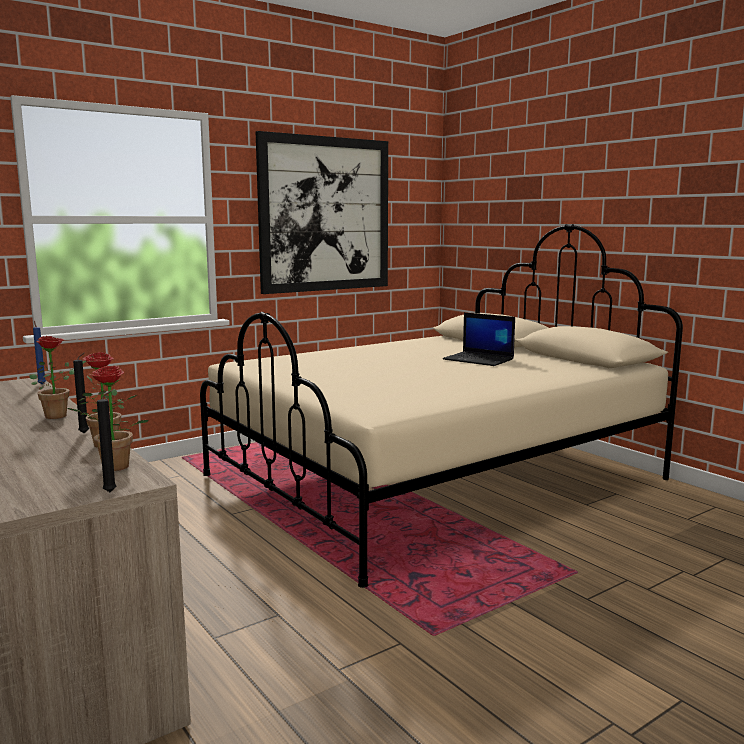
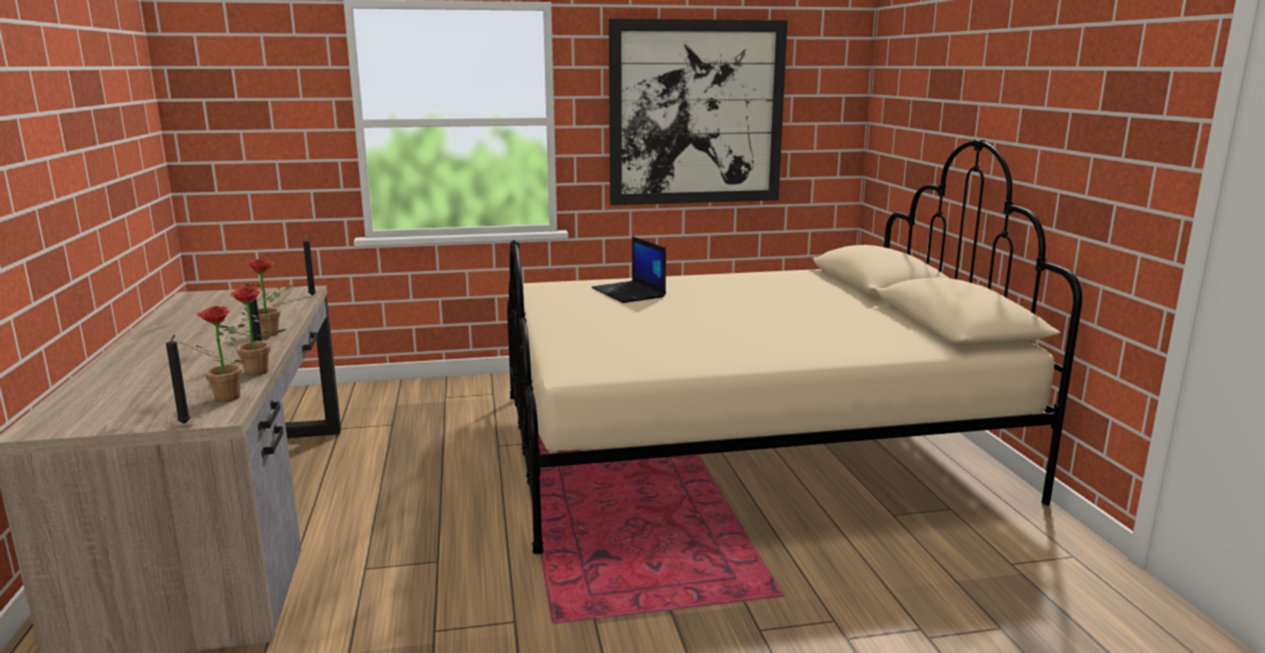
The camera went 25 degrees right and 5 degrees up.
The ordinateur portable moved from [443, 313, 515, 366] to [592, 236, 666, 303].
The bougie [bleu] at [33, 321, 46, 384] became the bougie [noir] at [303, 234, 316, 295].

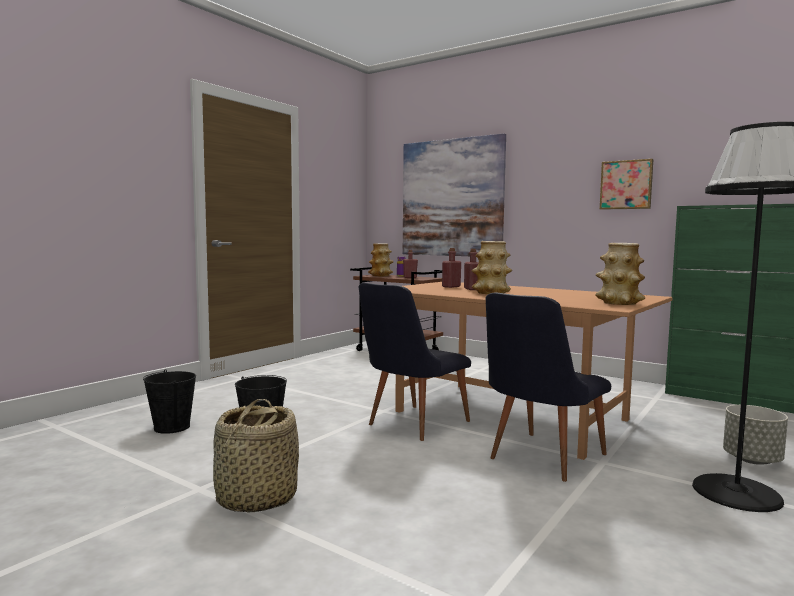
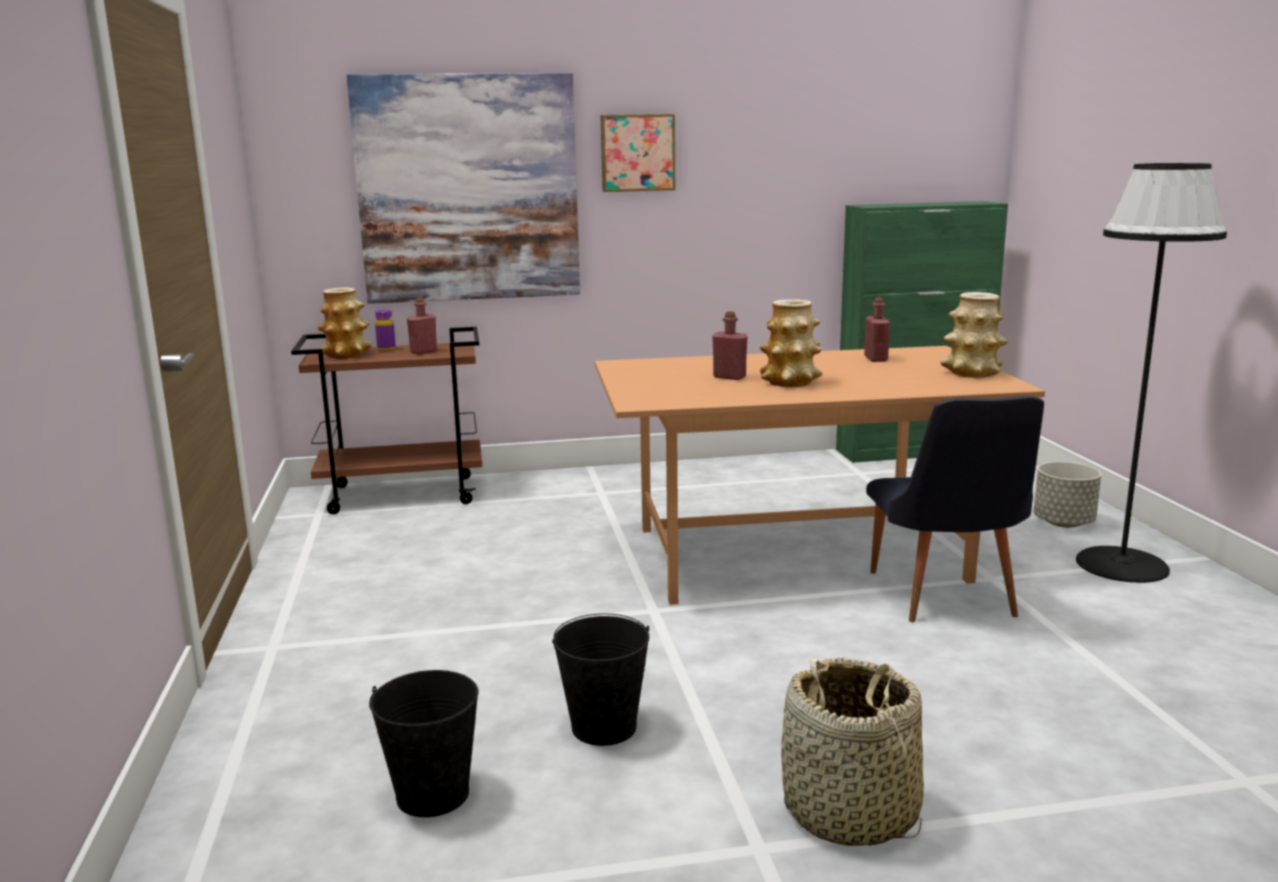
The camera went 45 degrees left and 10 degrees up.
The tableau moved from [600, 159, 653, 210] to [600, 114, 675, 192].
The bouteille [rouge] moved from [442, 248, 461, 288] to [864, 297, 890, 362].
The chaise [noir] at [359, 282, 471, 441] disappeared.

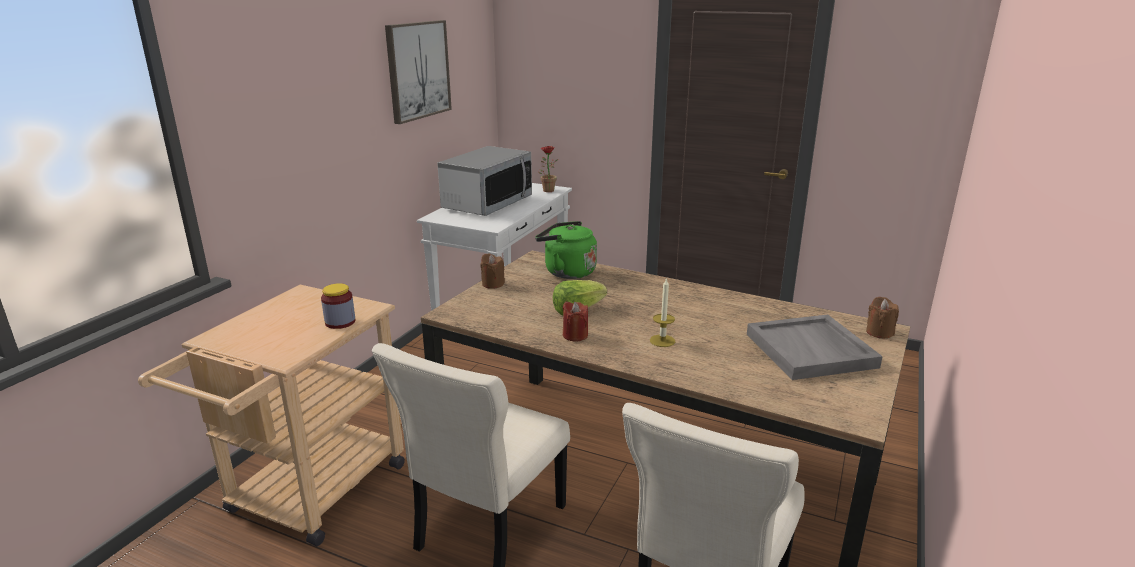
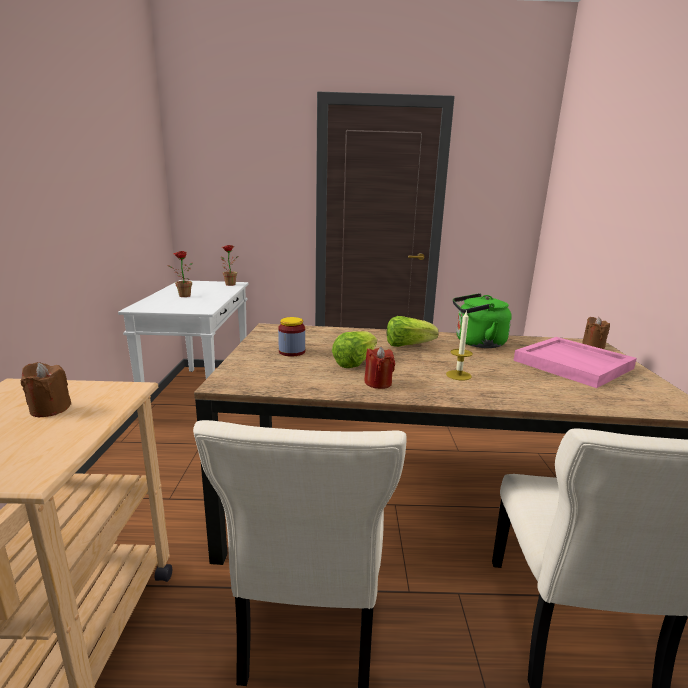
The camera went 25 degrees left and 5 degrees down.
The tableau at [385, 20, 452, 124] disappeared.
The micro-ondes at [437, 146, 532, 216] was replaced by the plante en pot at [167, 251, 193, 297].
The bouilloire [vert] moved from [535, 221, 597, 279] to [453, 293, 512, 348].
The bougie [marron] moved from [480, 253, 505, 289] to [20, 362, 71, 417].
The bocal moved from [321, 283, 355, 329] to [278, 317, 305, 357].
The plateau [gris] at [747, 314, 883, 380] became the plateau [rose] at [514, 337, 637, 388].
The laitue at [387, 316, 439, 347] appeared.

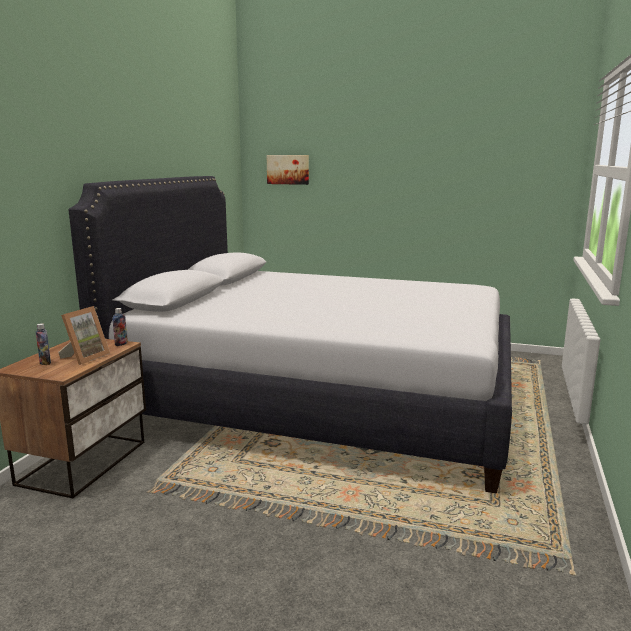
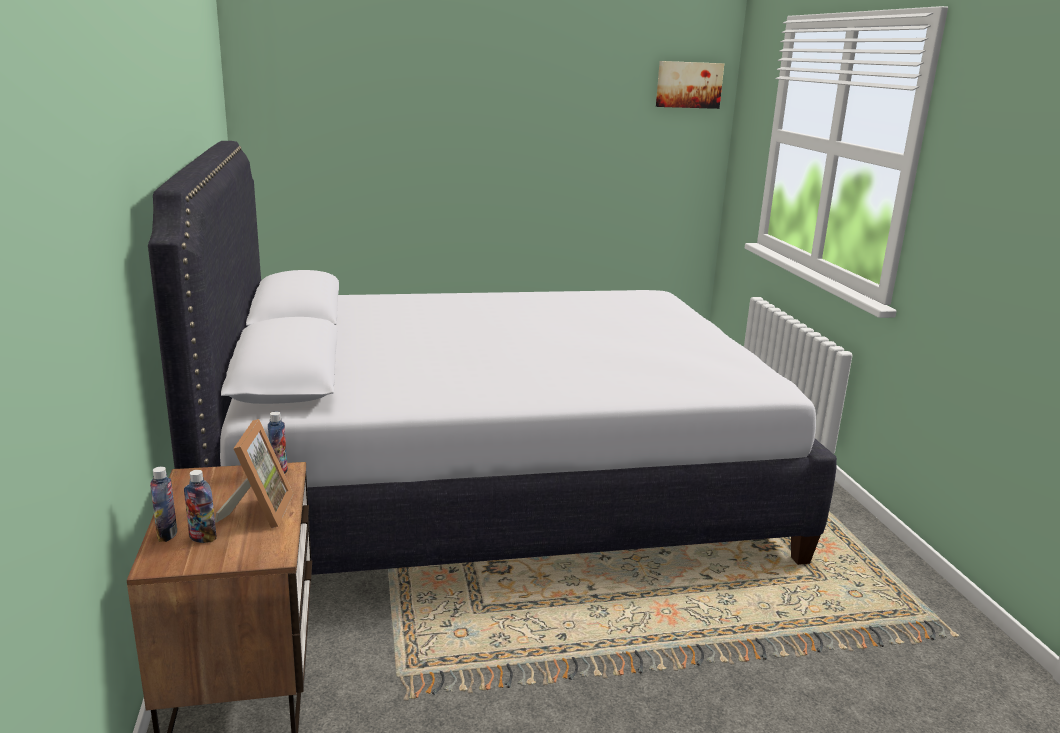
The camera went 30 degrees left and 5 degrees up.
The tableau moved from [267, 155, 309, 185] to [656, 61, 724, 109].
The bouteille at [150, 467, 177, 542] appeared.

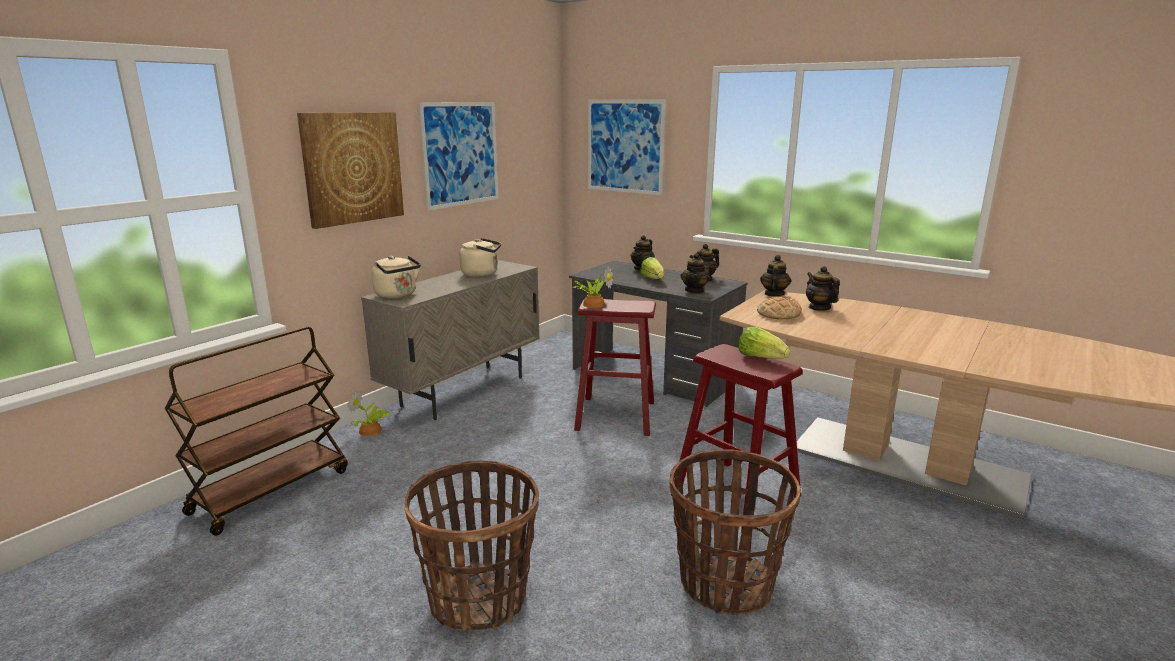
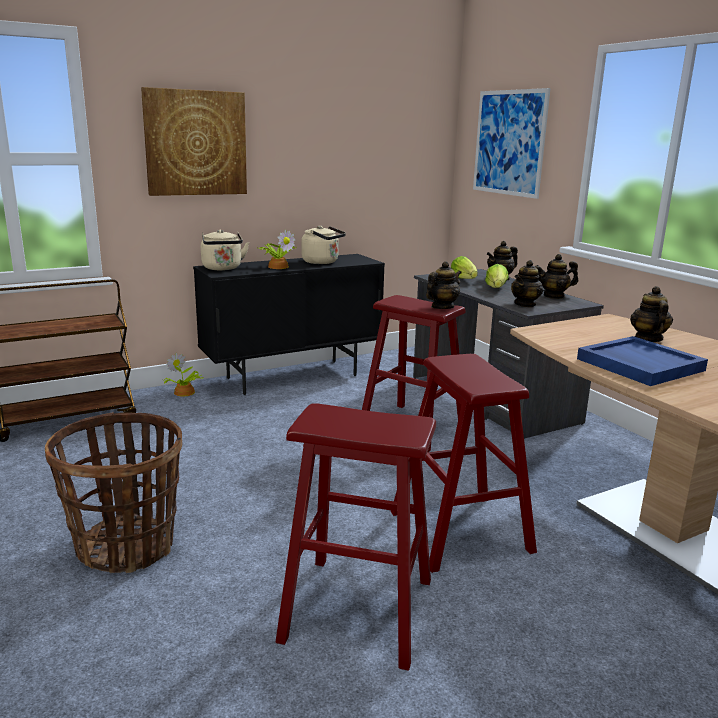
The camera went 25 degrees right and 0 degrees up.
The tableau at [418, 102, 499, 211] disappeared.
The théière moved from [760, 255, 791, 296] to [426, 261, 461, 309].
The meuble de rangement [beige] at [361, 260, 539, 420] became the meuble de rangement [noir] at [193, 254, 385, 395].
The plante en pot moved from [572, 266, 613, 308] to [260, 229, 295, 269].
The pain at [757, 297, 802, 319] disappeared.
The laitue moved from [738, 327, 790, 359] to [451, 256, 478, 279].
The panier at [670, 449, 801, 615] was replaced by the tabouret [rouge] at [276, 403, 436, 671].
The plateau [bleu] at [577, 336, 708, 386] appeared.

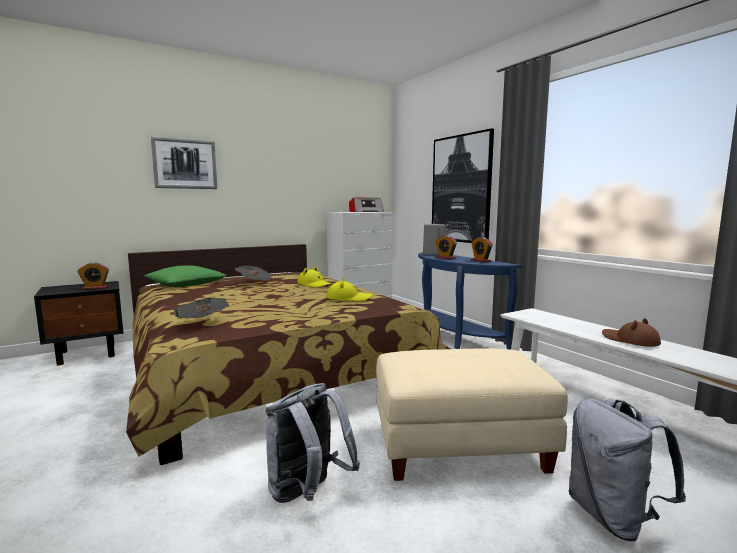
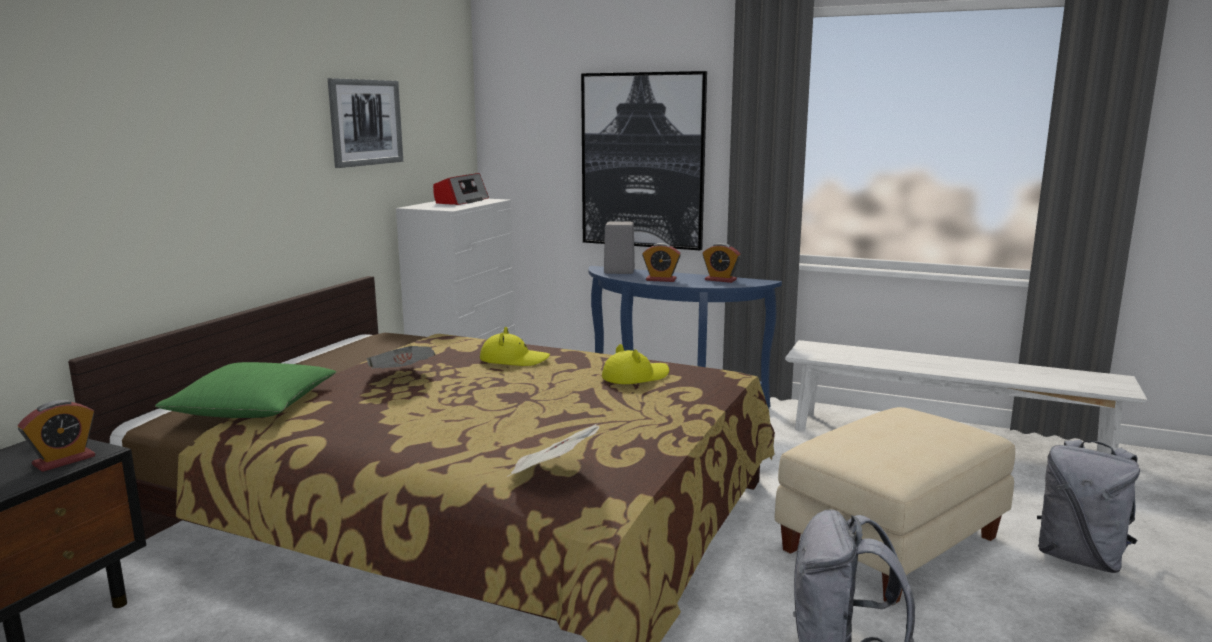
The camera went 35 degrees left and 5 degrees up.
The tableau moved from [151, 137, 217, 189] to [328, 78, 403, 168].
The chapeau [marron] at [602, 318, 661, 347] disappeared.

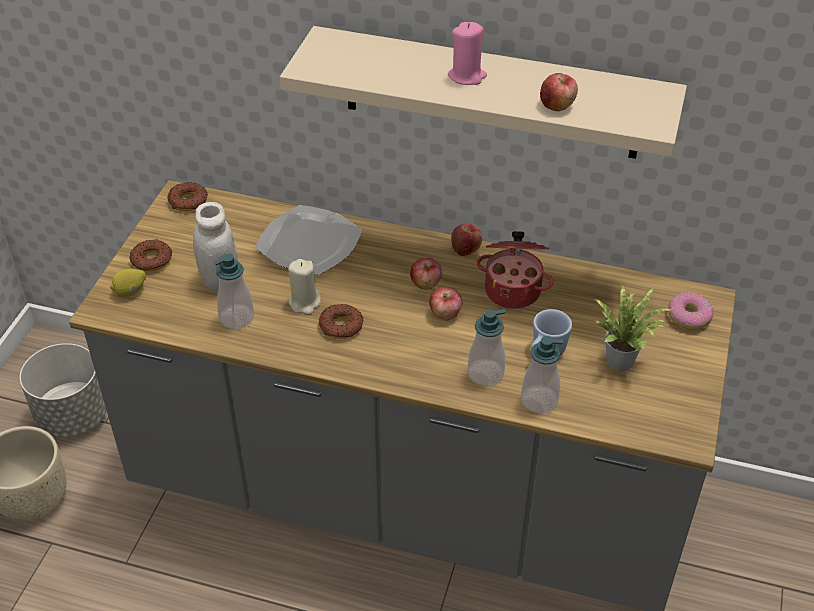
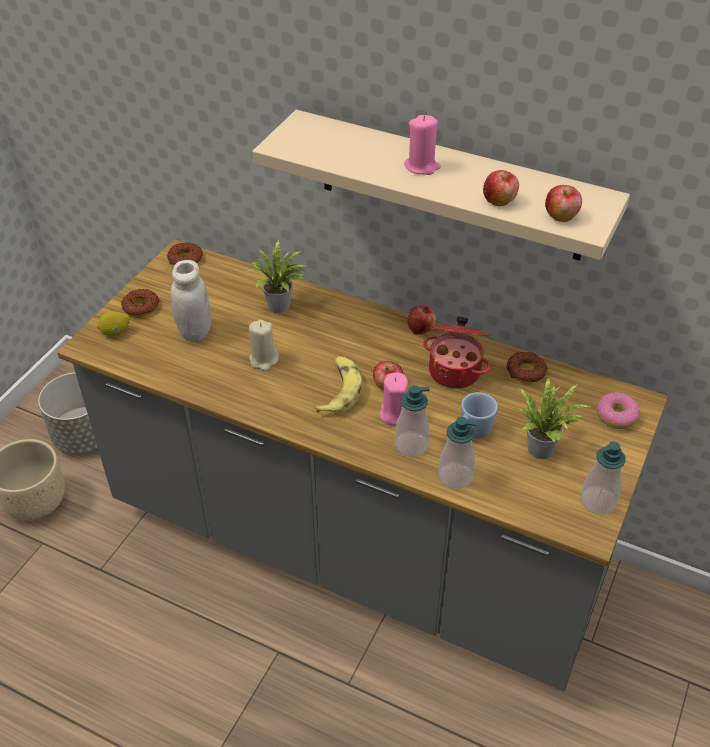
The camera went 10 degrees right and 0 degrees up.
The assiette at [255, 205, 362, 275] was replaced by the plante en pot at [247, 239, 310, 313].
The distributeur de savon moved from [214, 254, 254, 329] to [581, 441, 626, 514].
The pomme moved from [410, 258, 442, 289] to [545, 185, 582, 222].
The beignet moved from [319, 304, 364, 339] to [507, 352, 547, 383].
The banane at [315, 356, 362, 413] appeared.
The bougie [rose] at [379, 372, 408, 426] appeared.

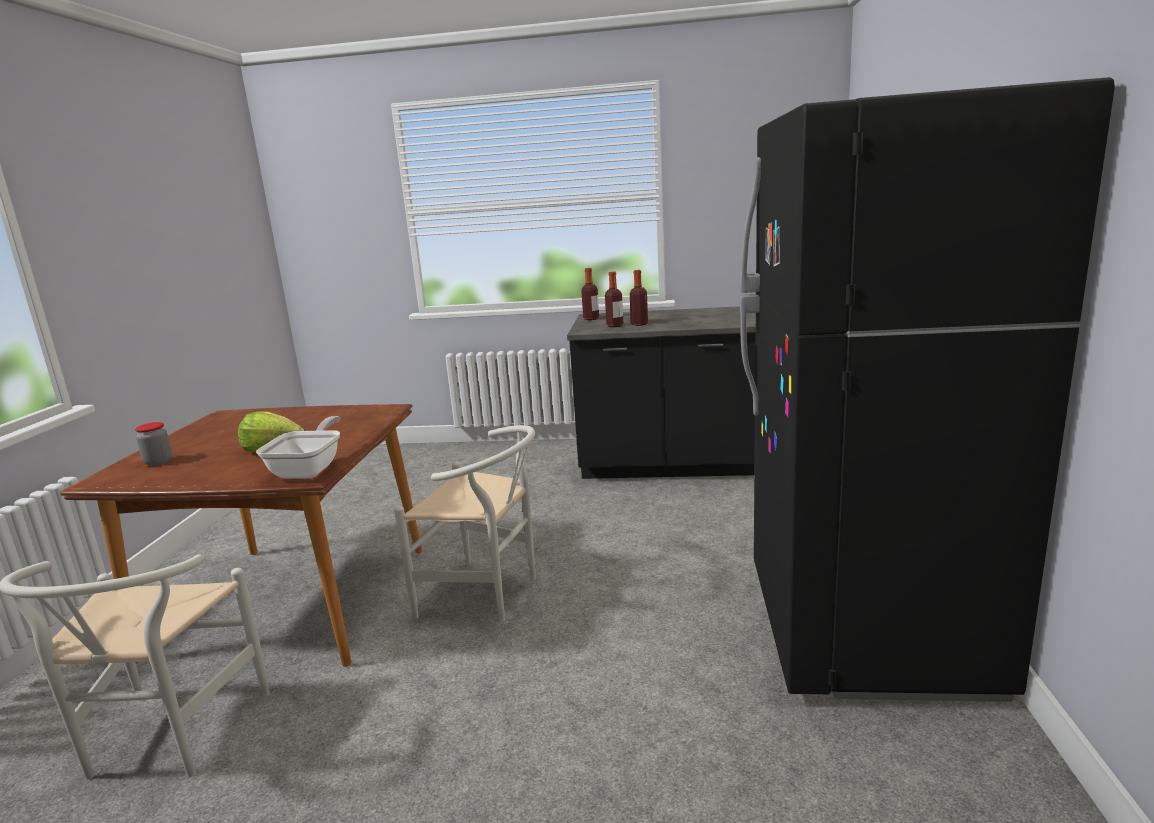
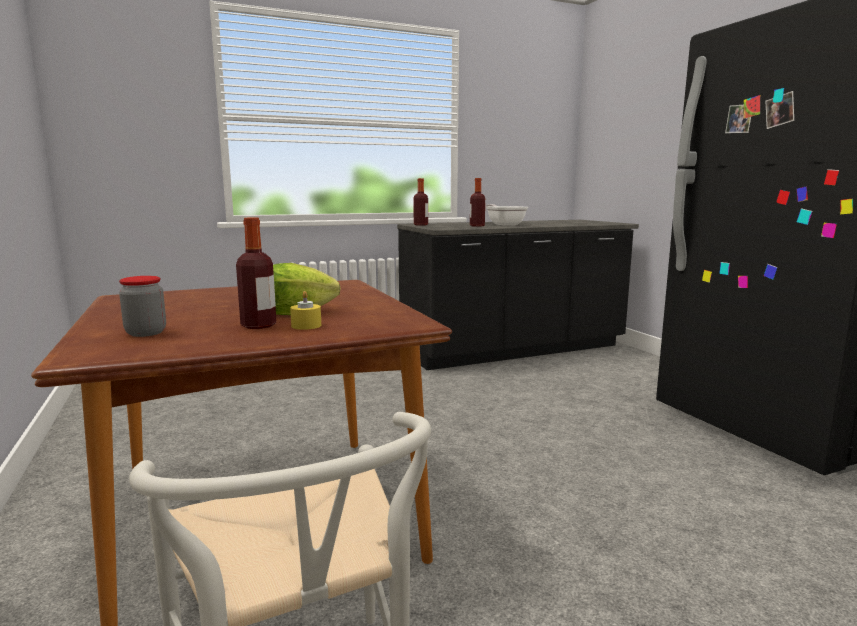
The camera went 30 degrees left and 5 degrees down.
The bouteille moved from [605, 271, 623, 327] to [236, 217, 276, 329].
The poêle moved from [256, 416, 340, 479] to [486, 204, 528, 225].
The chaise [blanc] at [394, 425, 536, 622] disappeared.
The bougie [jaune] at [290, 291, 321, 330] appeared.

